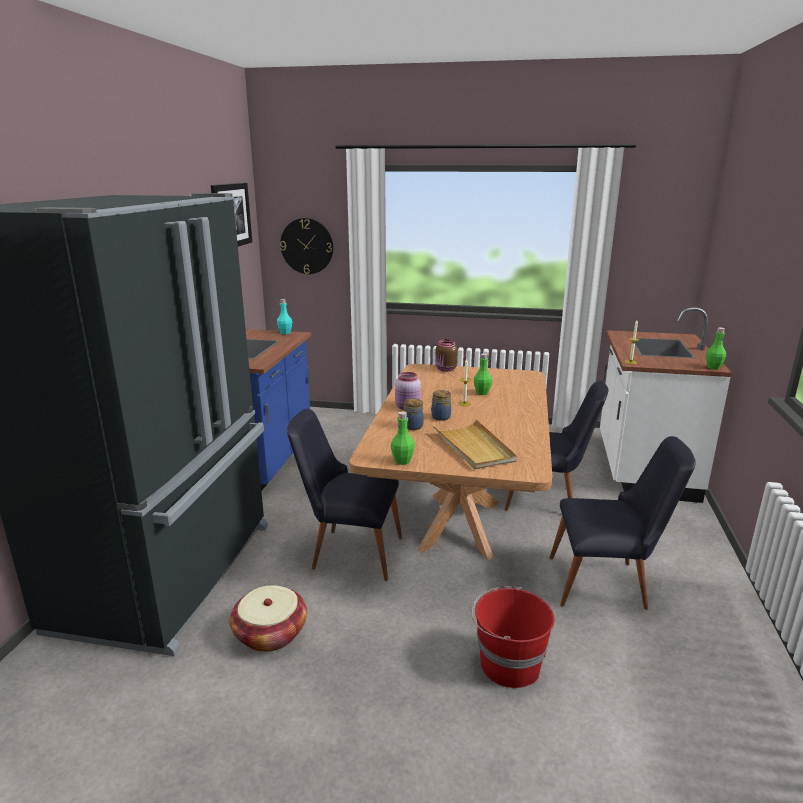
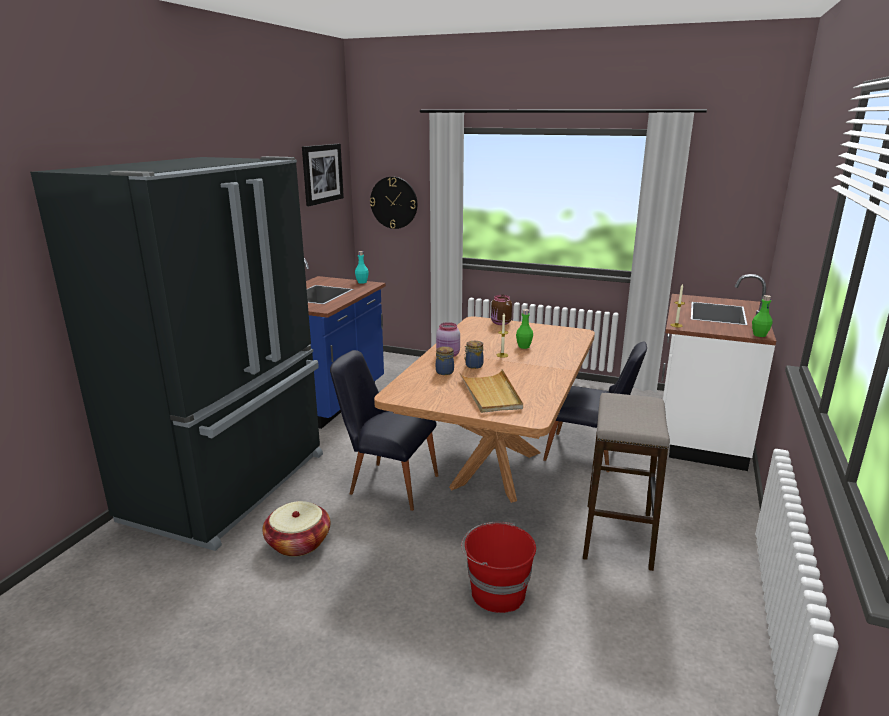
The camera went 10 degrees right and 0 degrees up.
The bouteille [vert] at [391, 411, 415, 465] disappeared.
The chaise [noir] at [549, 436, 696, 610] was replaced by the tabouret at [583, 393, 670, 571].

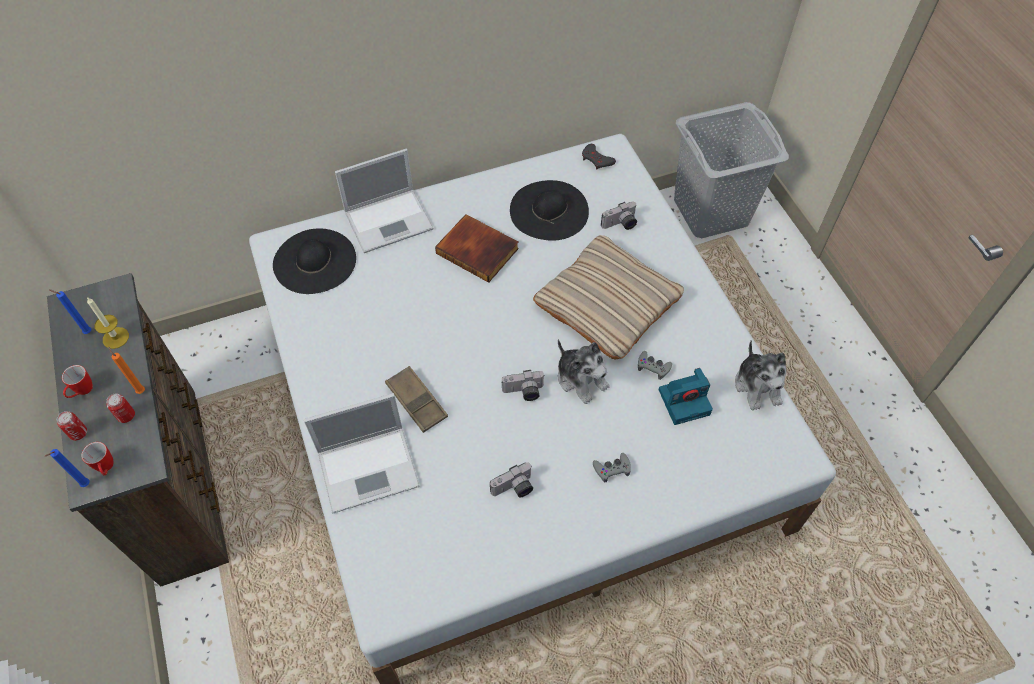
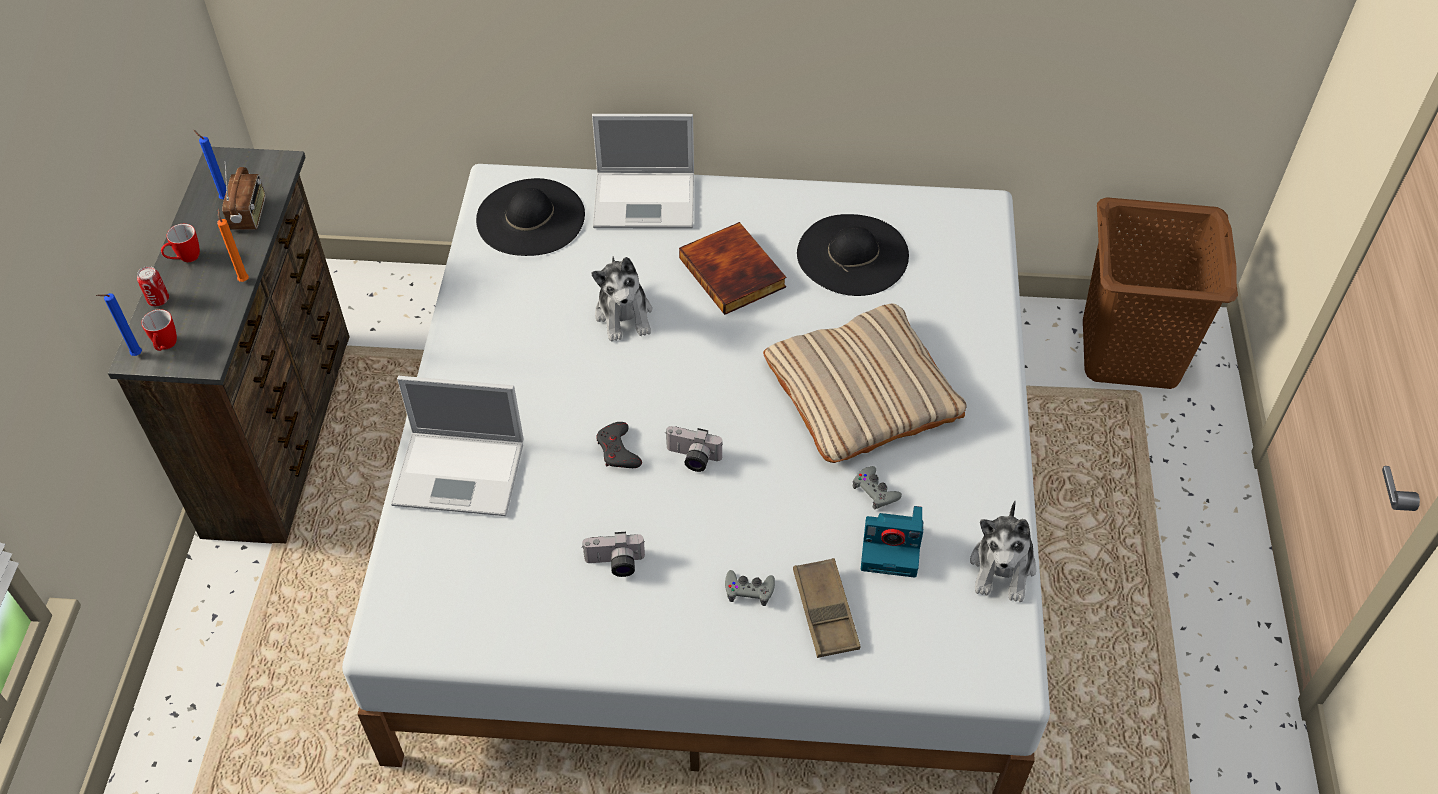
The camera went 25 degrees right and 5 degrees down.
The panier à linge [gris] at [674, 102, 789, 238] became the panier à linge [marron] at [1083, 197, 1238, 389].
The manette [gris] moved from [582, 144, 616, 170] to [596, 422, 642, 468].
The appareil photo at [601, 202, 637, 230] disappeared.
The bougie at [87, 297, 129, 349] was replaced by the radio at [222, 162, 265, 230].
The peluche moved from [558, 339, 610, 404] to [591, 257, 652, 341].
The plateau [marron] moved from [385, 366, 448, 433] to [793, 558, 860, 658].
The boîte métallique at [106, 393, 135, 423] disappeared.

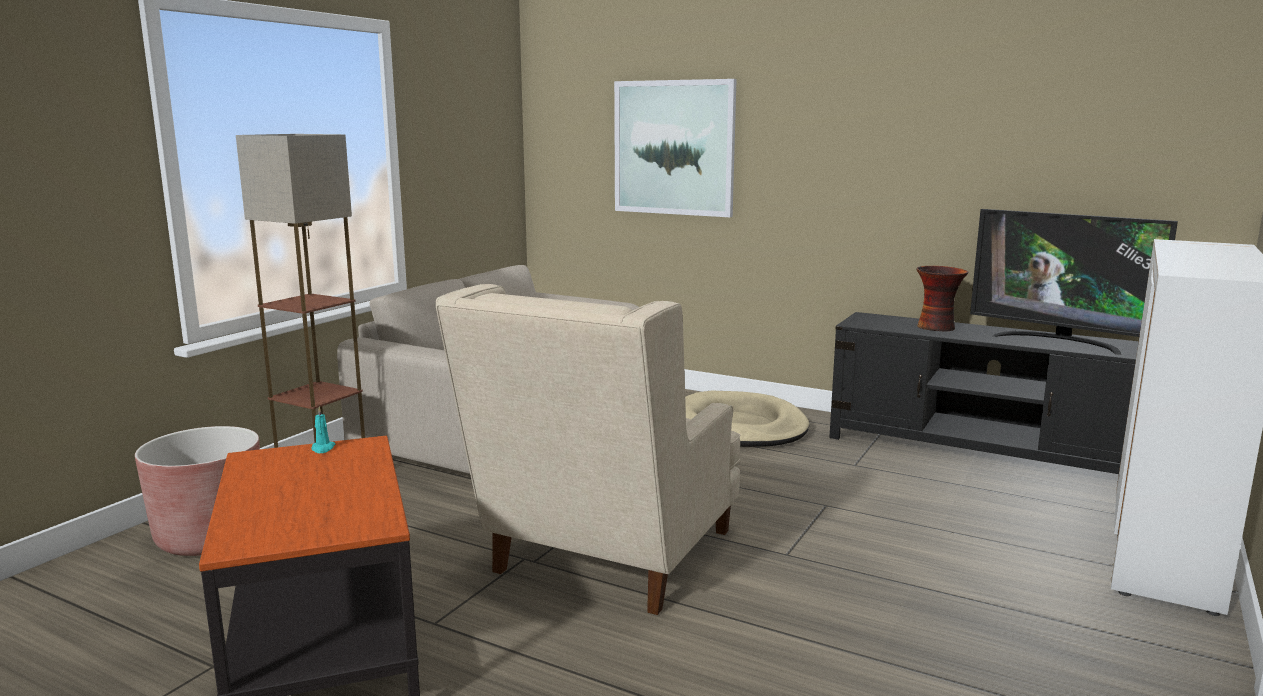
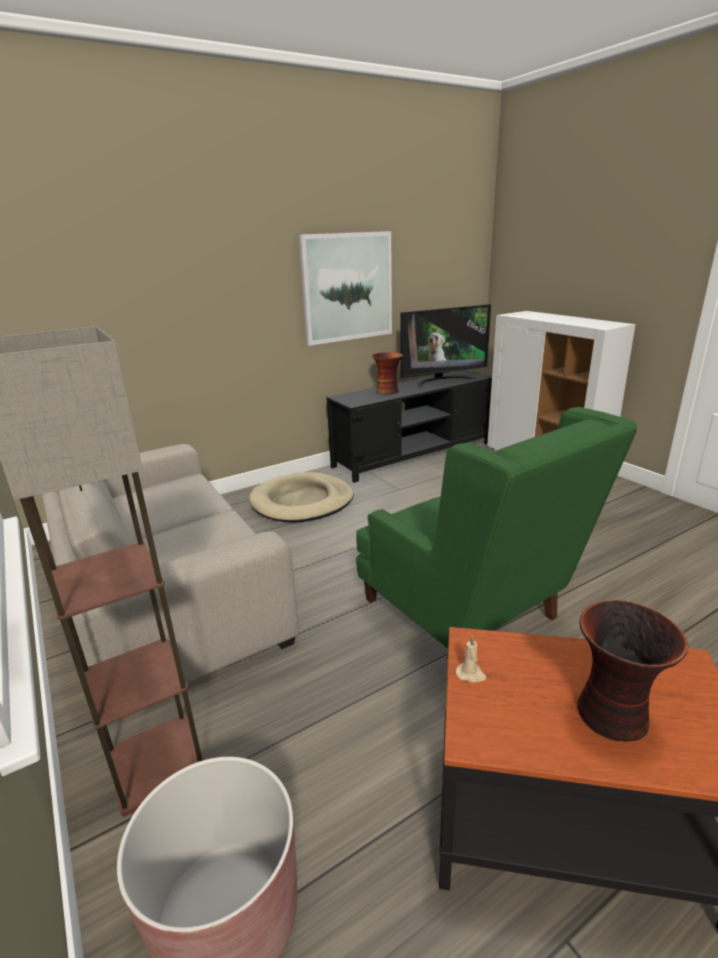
The camera went 60 degrees left and 10 degrees up.
The tableau moved from [614, 79, 737, 217] to [299, 231, 392, 346].
The fauteuil [beige] at [436, 284, 741, 615] became the fauteuil [vert] at [356, 407, 637, 648].
The bougie [turquoise] at [311, 406, 335, 453] became the bougie [beige] at [456, 636, 486, 683].
The vase at [577, 600, 688, 742] appeared.

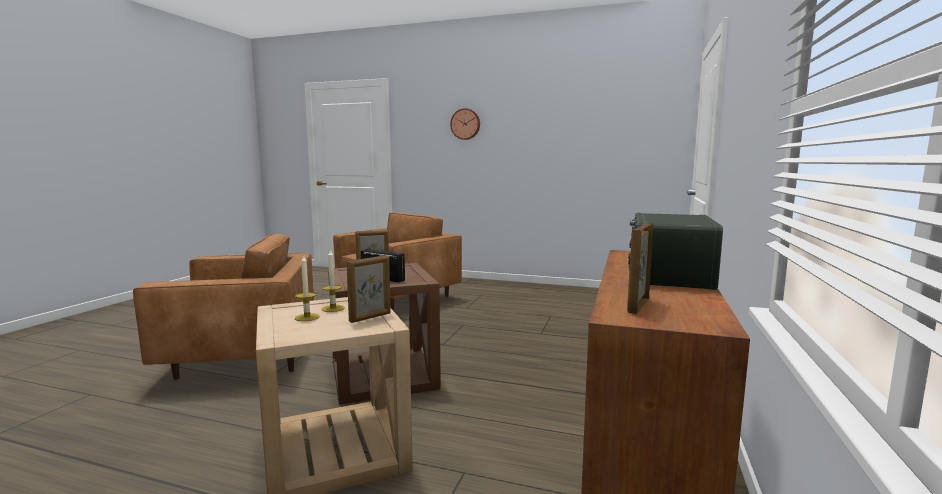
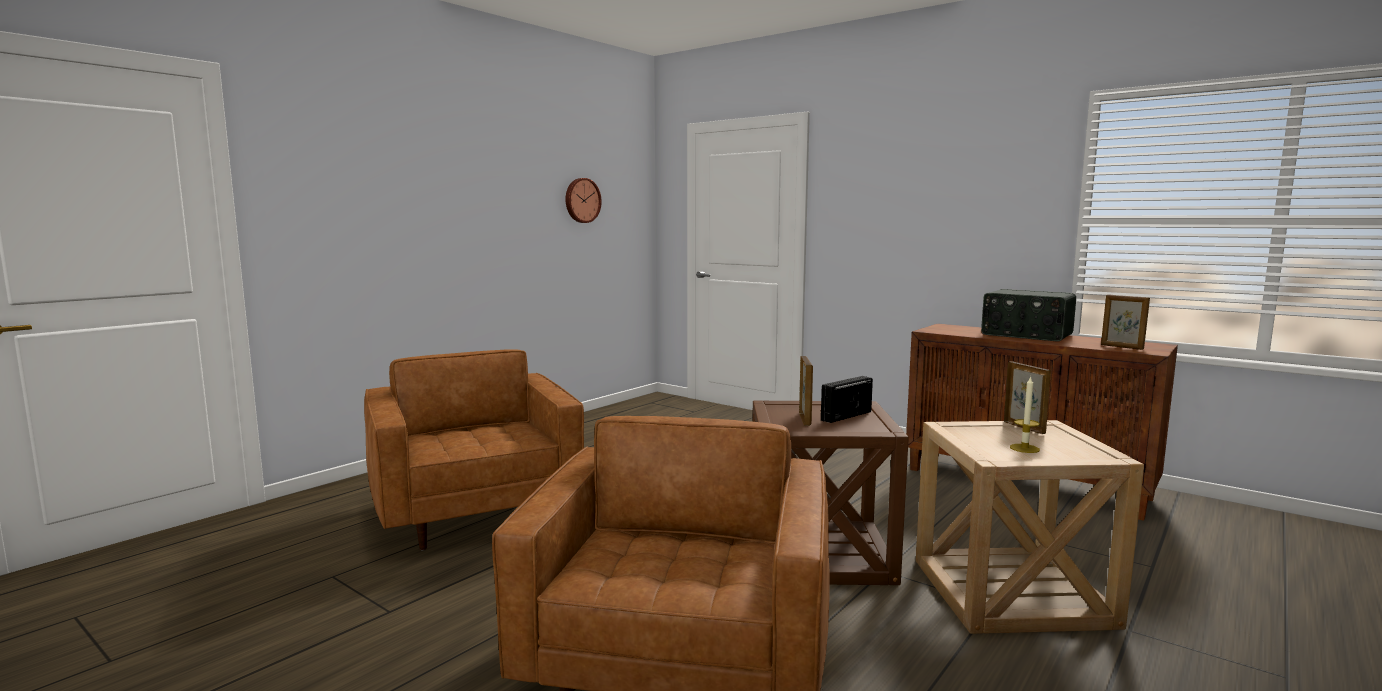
The camera went 70 degrees left and 0 degrees up.
The horloge murale moved from [450, 108, 480, 140] to [565, 178, 602, 223].
The bougie at [322, 250, 345, 312] disappeared.

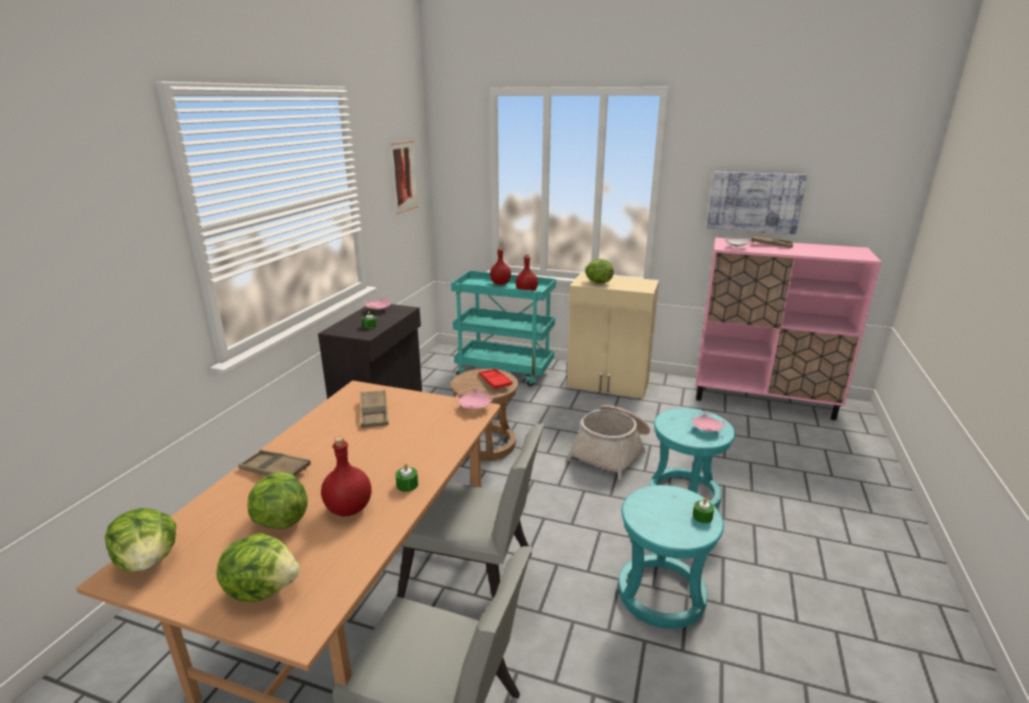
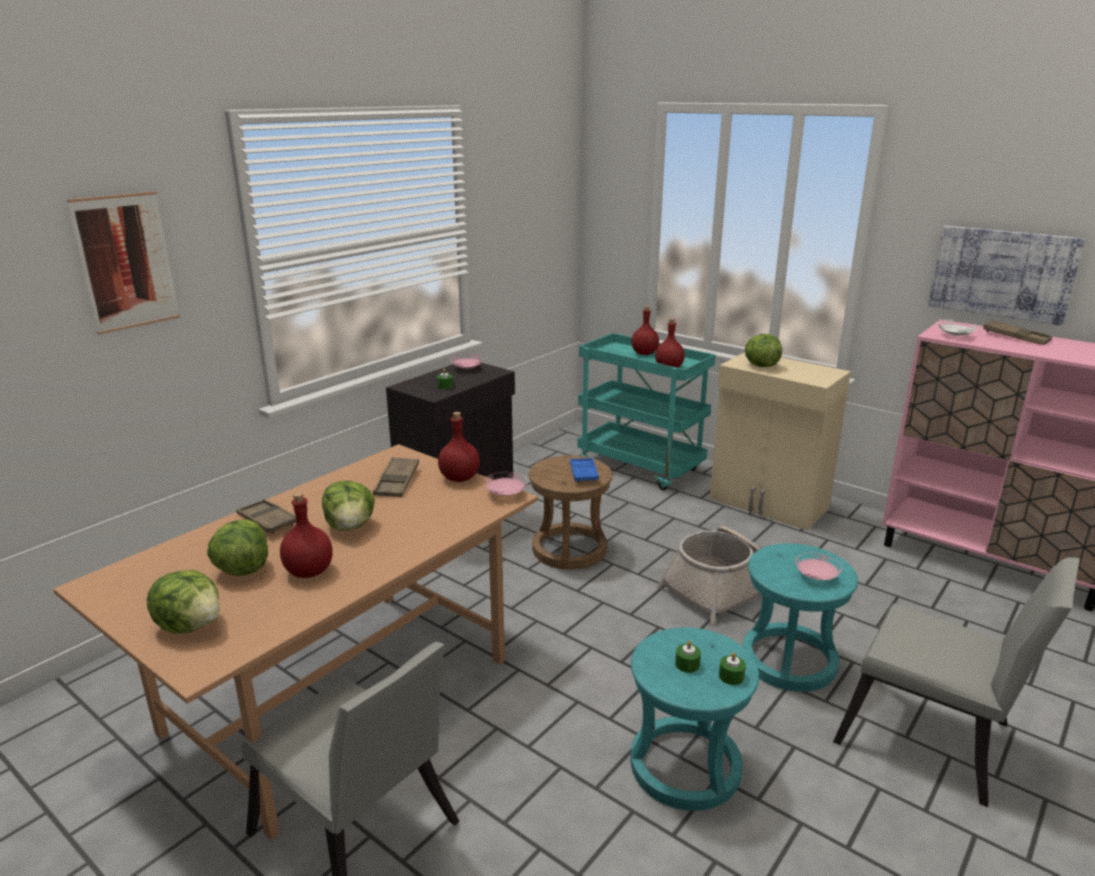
The camera went 20 degrees right and 0 degrees up.
The tableau moved from [391, 141, 418, 214] to [67, 191, 180, 335].
The plateau [rouge] at [479, 368, 512, 389] became the plateau [bleu] at [570, 458, 599, 482].
The chaise [gris] moved from [397, 424, 544, 599] to [833, 557, 1080, 807].
The bougie [vert] moved from [395, 463, 418, 492] to [675, 640, 701, 673].
The laitue moved from [105, 508, 176, 572] to [322, 481, 375, 531].
The bouteille [rouge] at [438, 412, 480, 482] appeared.

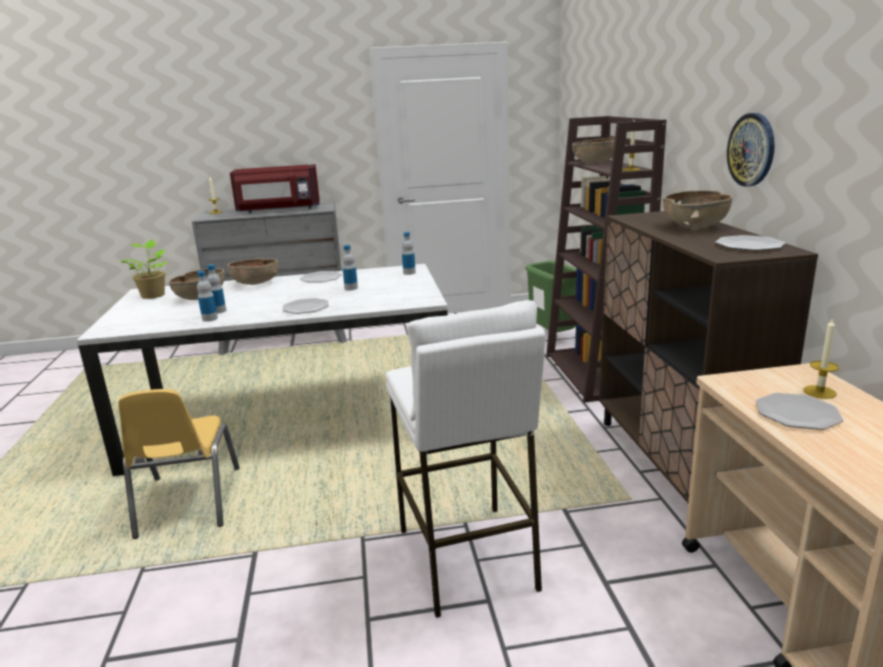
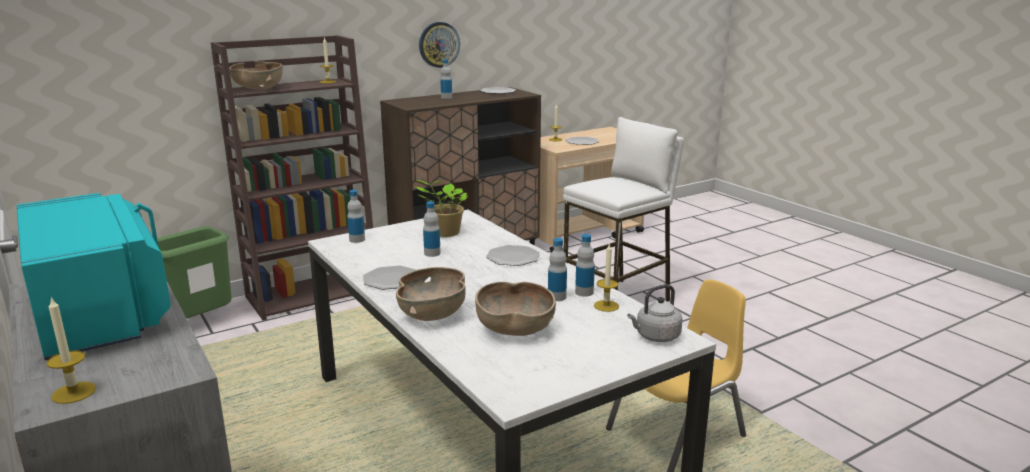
The camera went 115 degrees left and 0 degrees up.
The micro-ondes [rouge] at [230, 164, 320, 213] became the micro-ondes [turquoise] at [17, 193, 171, 360].
The bol [marron] at [663, 190, 732, 228] was replaced by the bouteille at [440, 59, 452, 99].
The plante en pot moved from [121, 240, 167, 299] to [416, 180, 468, 237].
The bougie at [594, 243, 619, 312] appeared.
The bouilloire [gris] at [627, 284, 683, 342] appeared.

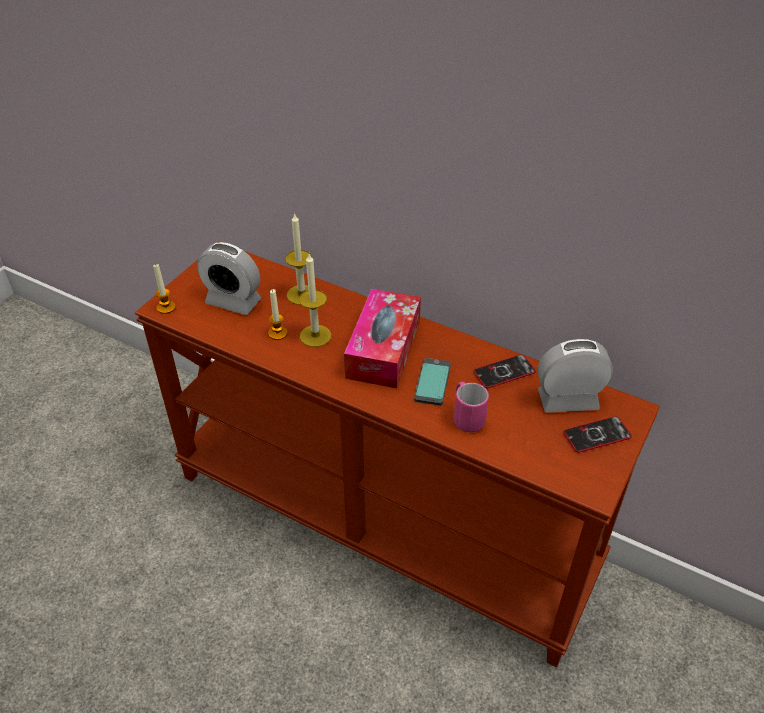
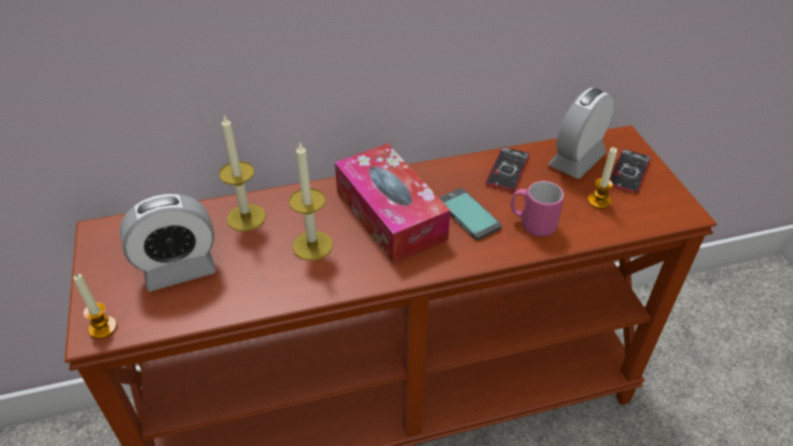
The camera went 45 degrees left and 0 degrees up.
The bougie moved from [268, 289, 288, 340] to [588, 147, 617, 209].

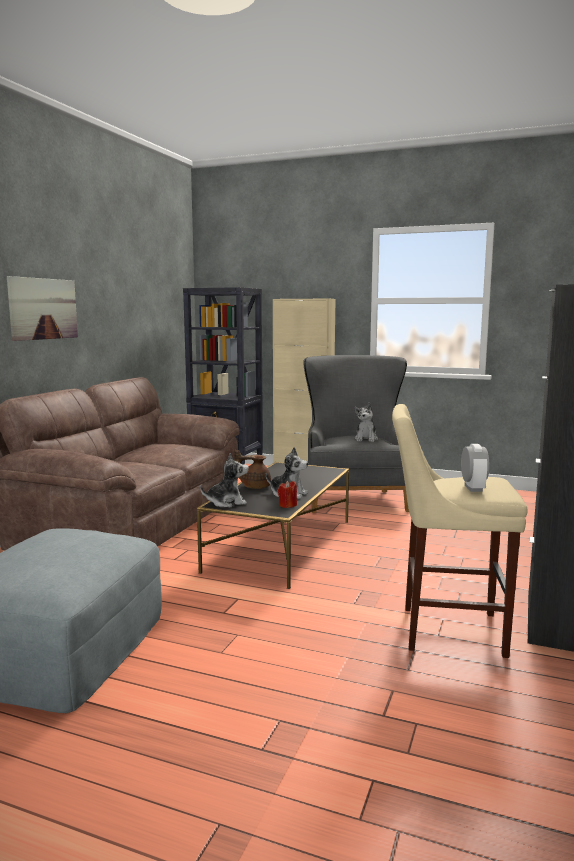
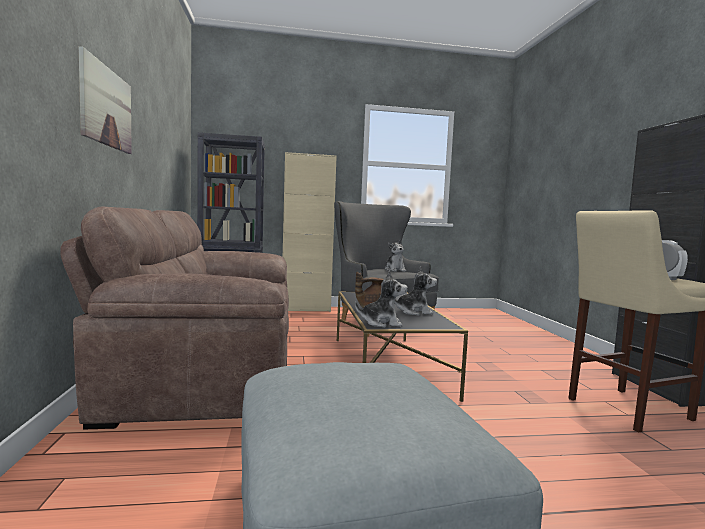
The camera went 30 degrees left and 5 degrees down.
The peluche at [200, 453, 249, 507] turned 45 degrees clockwise.
The bougie [rouge] at [278, 481, 297, 508] disappeared.

